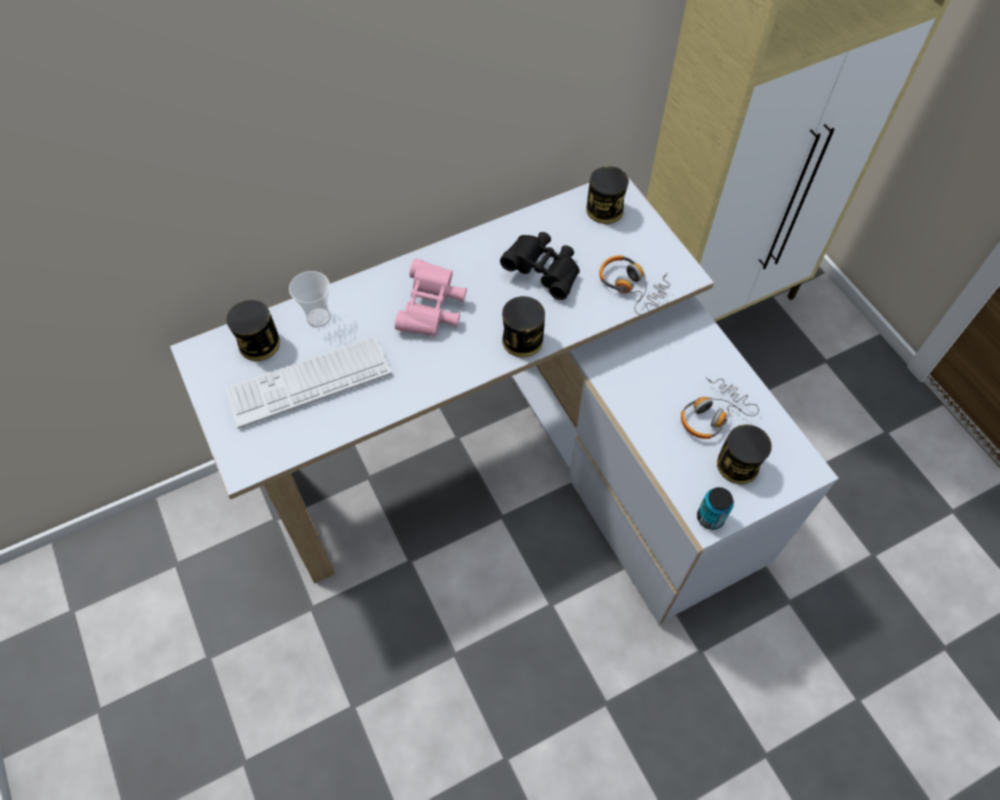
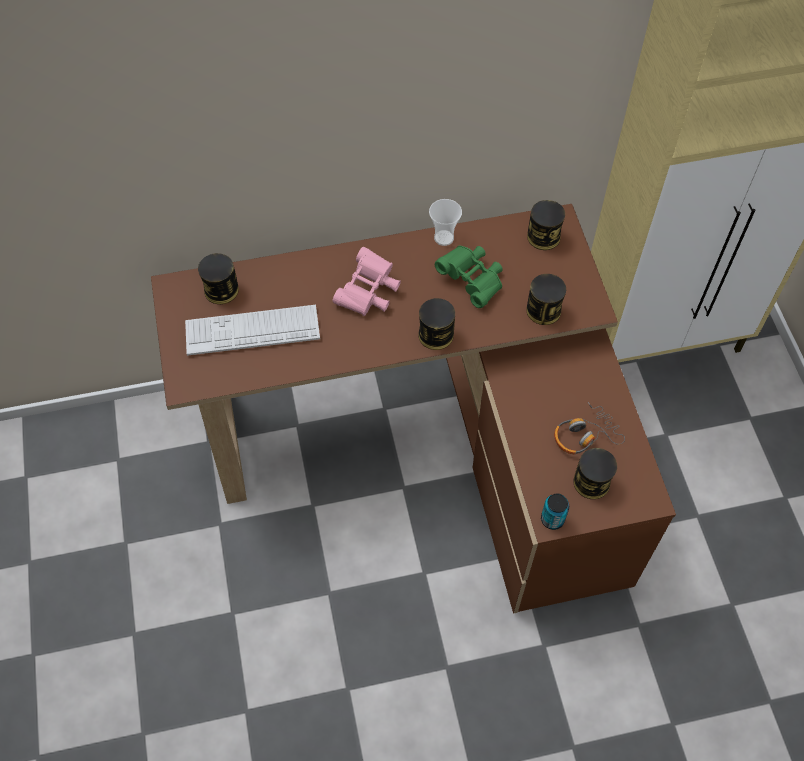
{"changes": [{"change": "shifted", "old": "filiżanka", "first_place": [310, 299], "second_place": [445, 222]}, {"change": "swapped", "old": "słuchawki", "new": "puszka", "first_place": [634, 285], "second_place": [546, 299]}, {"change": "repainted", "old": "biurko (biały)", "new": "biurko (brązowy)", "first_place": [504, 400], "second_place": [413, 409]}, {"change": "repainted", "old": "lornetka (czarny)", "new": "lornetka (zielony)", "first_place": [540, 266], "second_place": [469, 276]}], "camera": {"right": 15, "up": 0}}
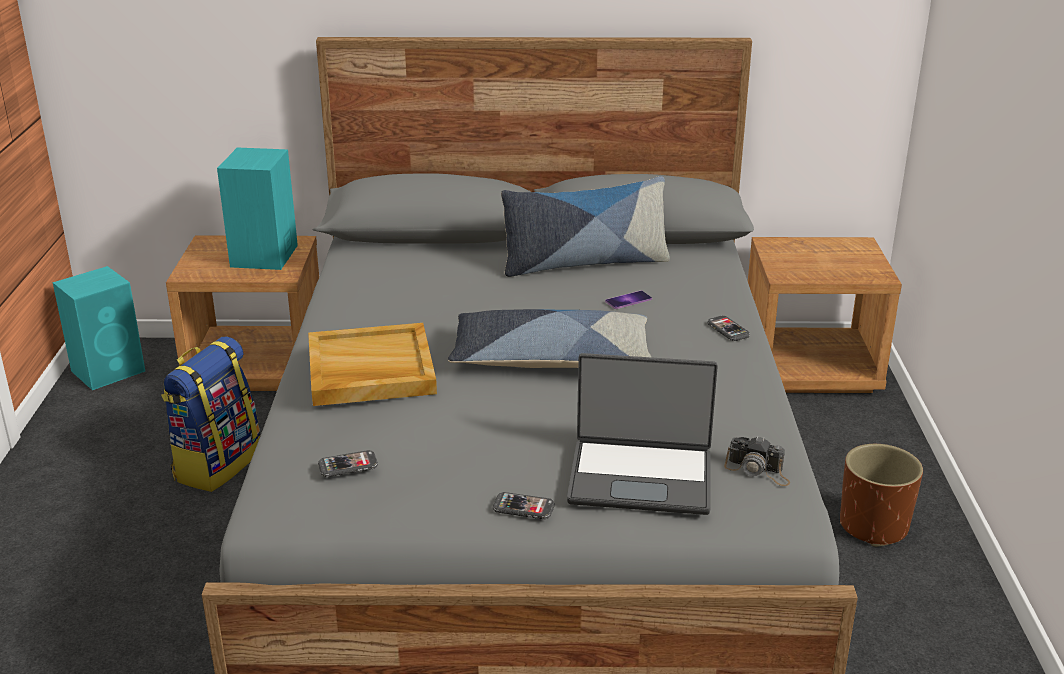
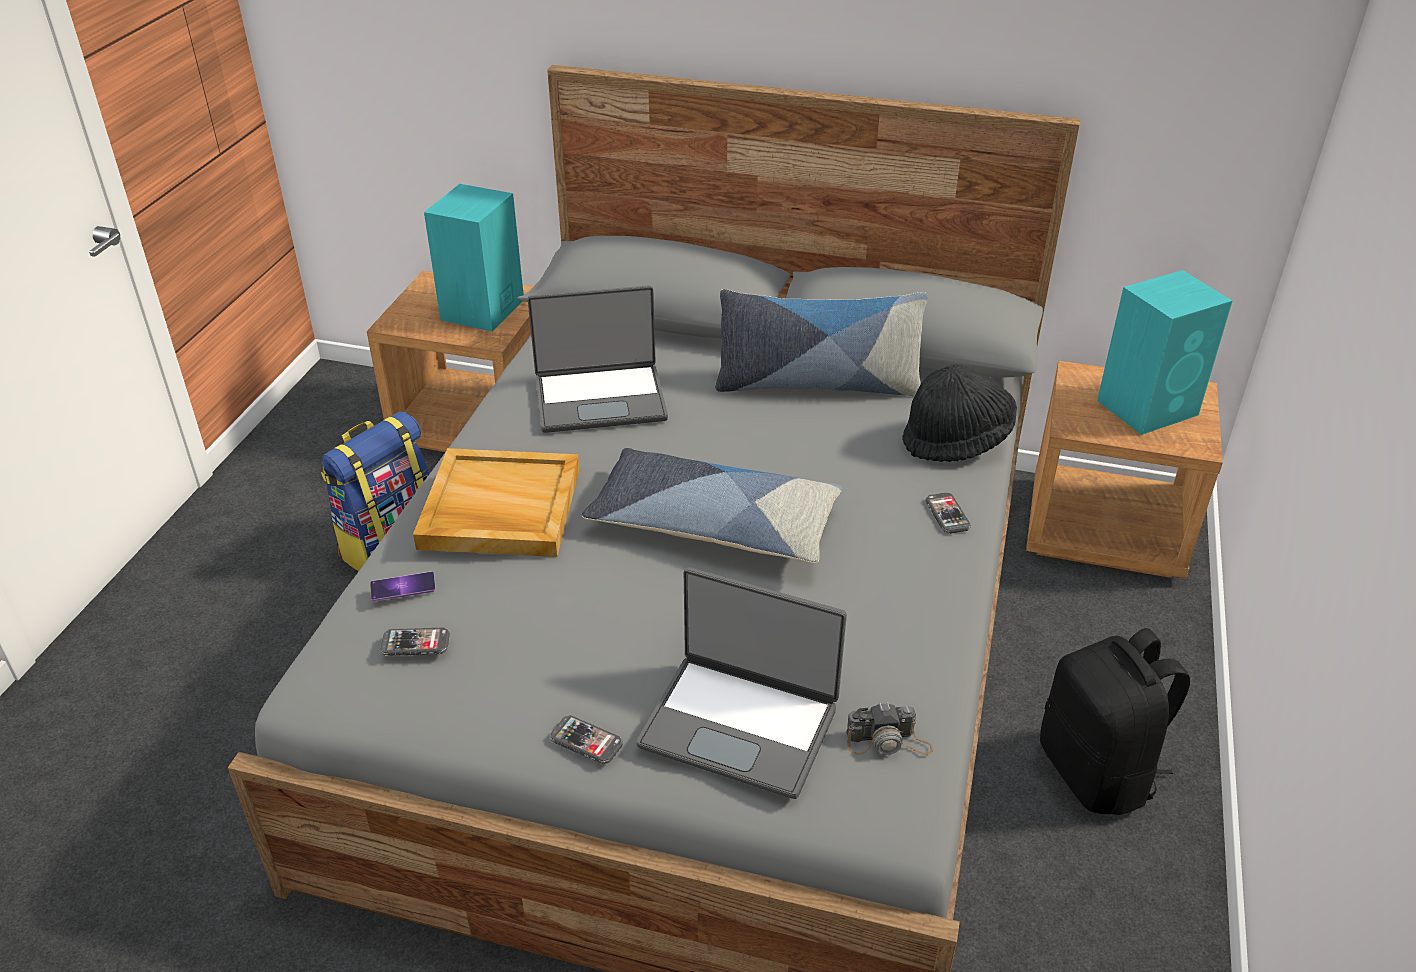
{"changes": [{"change": "new", "new": "laptop", "second_place": [598, 359]}, {"change": "new", "new": "kapelusz (czarny)", "second_place": [959, 413]}, {"change": "shifted", "old": "głośnik (turkusowy)", "first_place": [99, 328], "second_place": [1164, 352]}, {"change": "shifted", "old": "telefon", "first_place": [628, 300], "second_place": [403, 586]}, {"change": "swapped", "old": "donica (brązowy)", "new": "plecak (czarny)", "first_place": [881, 495], "second_place": [1115, 721]}, {"change": "rotated", "old": "aparat fotograficzny", "first_place": [757, 461], "second_place": [890, 728], "degrees": -45}], "camera": {"right": 15, "up": 10}}
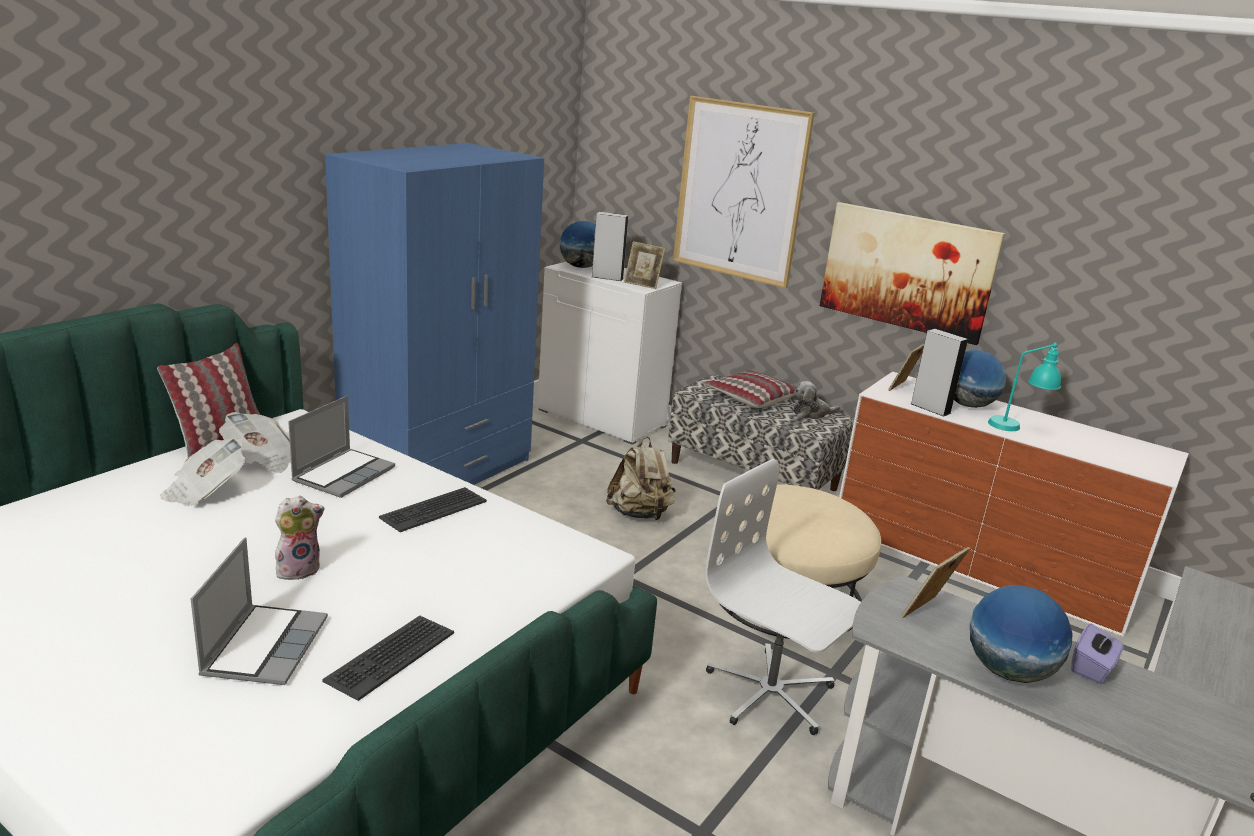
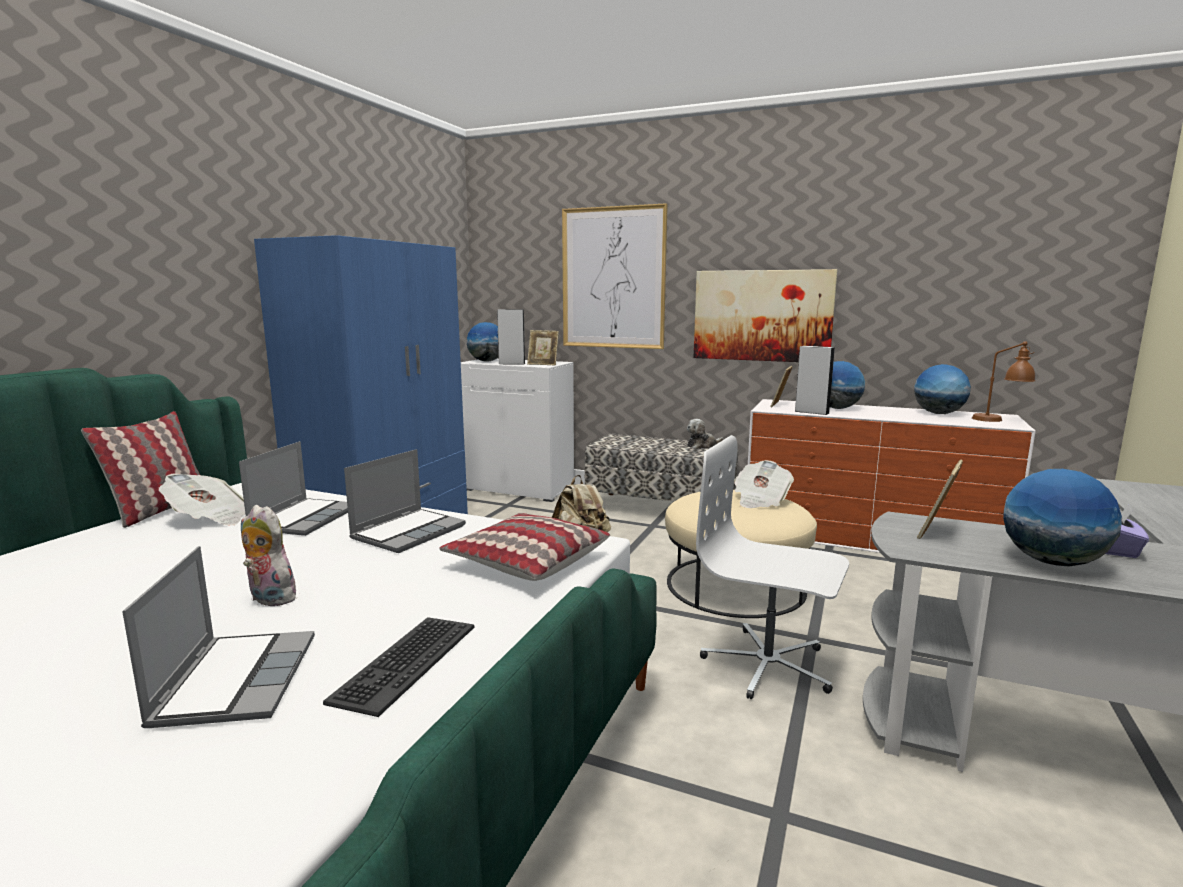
{"changes": [{"change": "gone", "old": "lampa stołowa (turkusowy)", "first_place": [1024, 386]}, {"change": "new", "new": "globus", "second_place": [942, 389]}, {"change": "new", "new": "lampa stołowa (brązowy)", "second_place": [1004, 381]}, {"change": "shifted", "old": "gazeta", "first_place": [202, 472], "second_place": [764, 484]}, {"change": "shifted", "old": "poduszka", "first_place": [750, 389], "second_place": [524, 547]}, {"change": "swapped", "old": "klawiatura", "new": "laptop", "first_place": [433, 509], "second_place": [405, 501]}, {"change": "rotated", "old": "pluszak", "first_place": [299, 538], "second_place": [268, 555], "degrees": -105}], "camera": {"right": -10, "up": -10}}
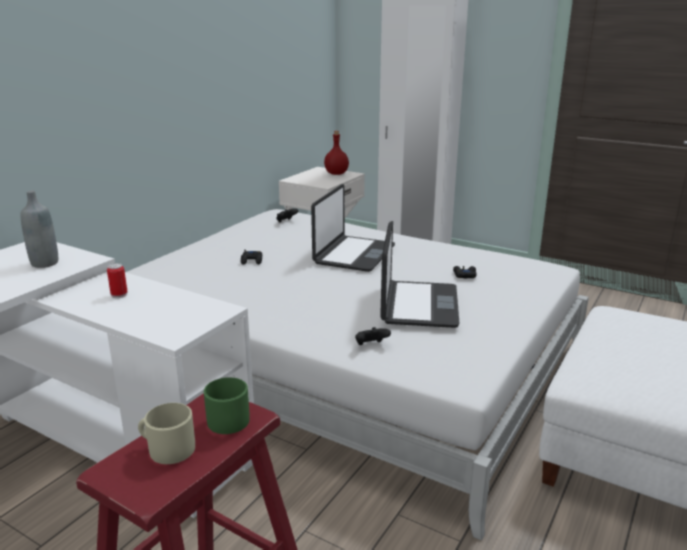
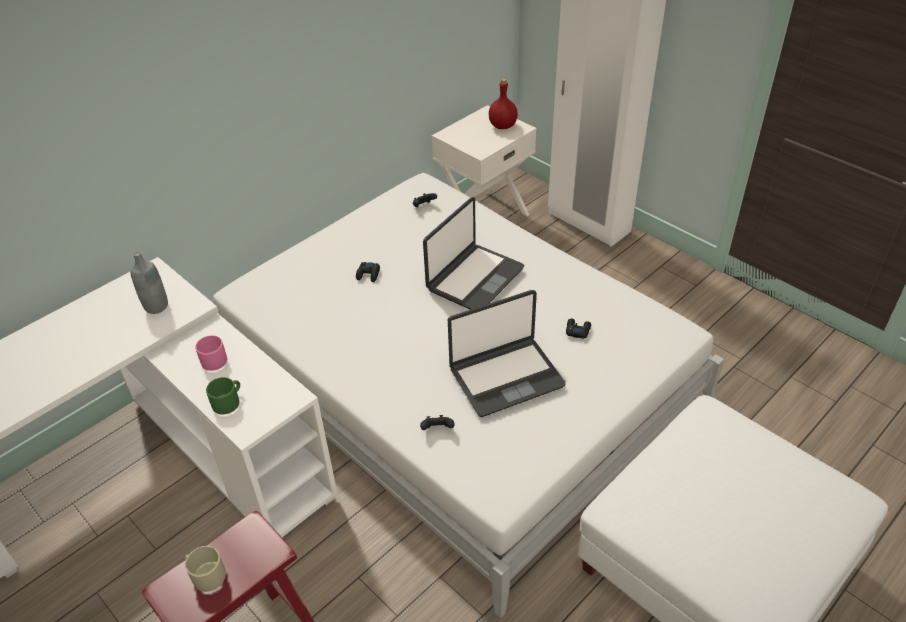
{"changes": [{"change": "shifted", "old": "kubek (zielony)", "first_place": [227, 405], "second_place": [223, 395]}, {"change": "swapped", "old": "puszka", "new": "kubek (różowy)", "first_place": [117, 280], "second_place": [211, 353]}, {"change": "rotated", "old": "laptop", "first_place": [420, 274], "second_place": [507, 353], "degrees": 45}], "camera": {"right": 15, "up": 20}}
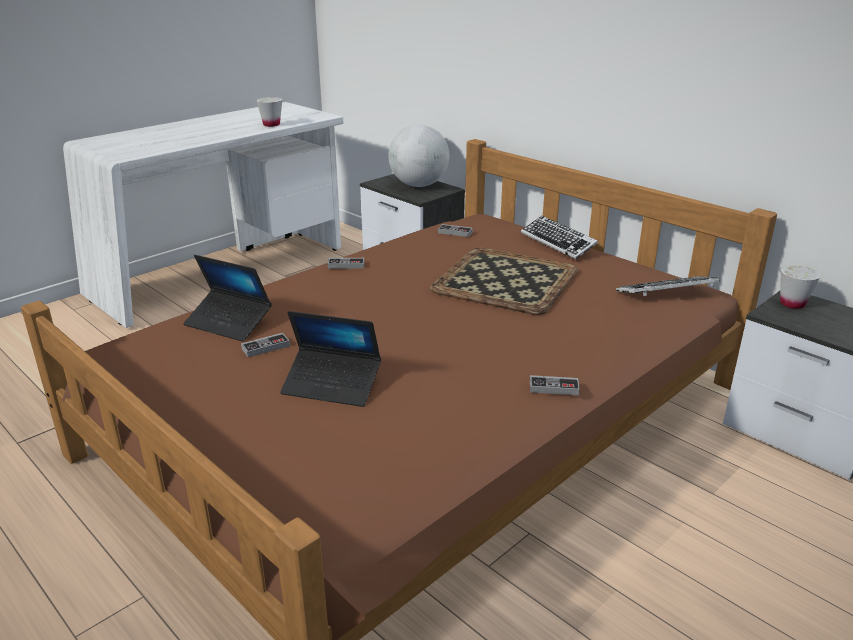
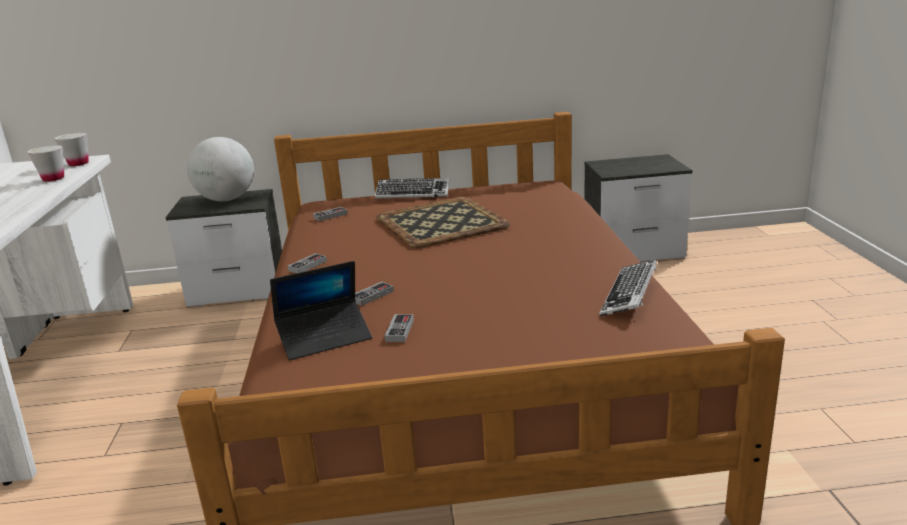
{"changes": [{"change": "gone", "old": "laptop", "first_place": [330, 359]}, {"change": "shifted", "old": "pad do gier", "first_place": [555, 385], "second_place": [374, 294]}, {"change": "shifted", "old": "klawiatura", "first_place": [668, 286], "second_place": [628, 288]}, {"change": "shifted", "old": "filiżanka (biały)", "first_place": [800, 287], "second_place": [72, 149]}], "camera": {"right": -50, "up": -5}}
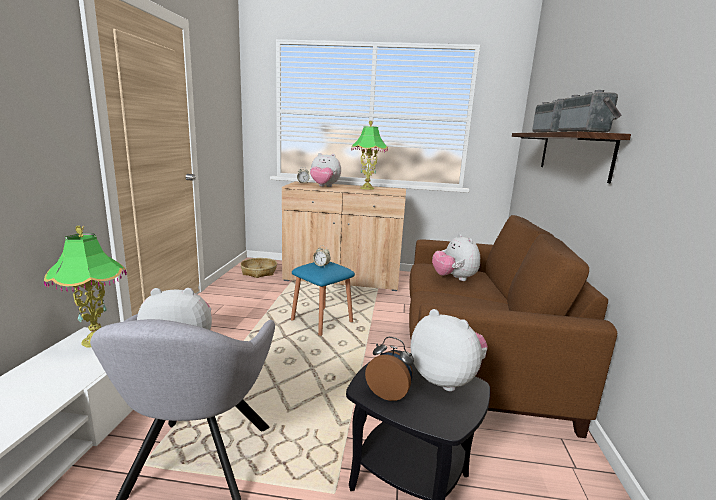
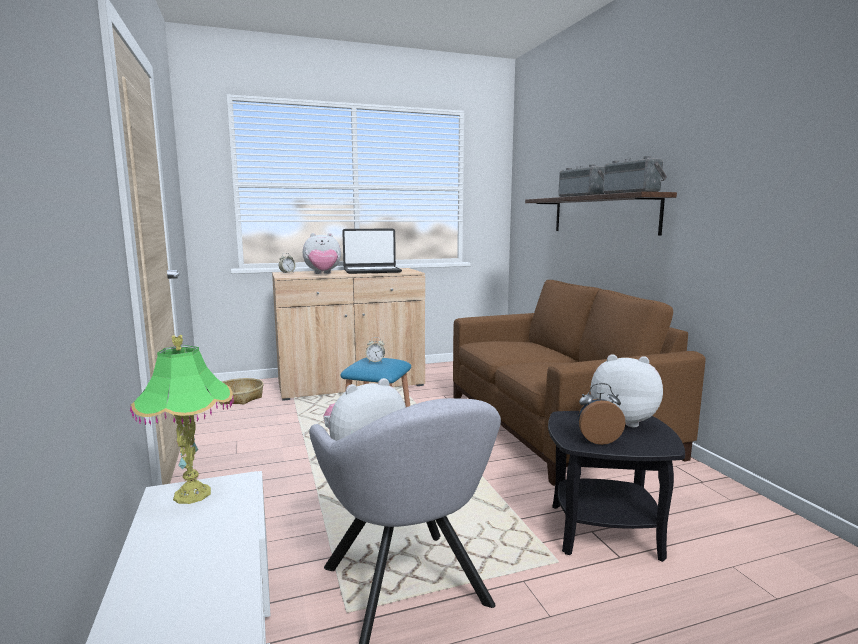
{"changes": [{"change": "gone", "old": "pluszak", "first_place": [456, 257]}, {"change": "swapped", "old": "lampa stołowa", "new": "laptop", "first_place": [369, 155], "second_place": [372, 251]}], "camera": {"right": -25, "up": -5}}
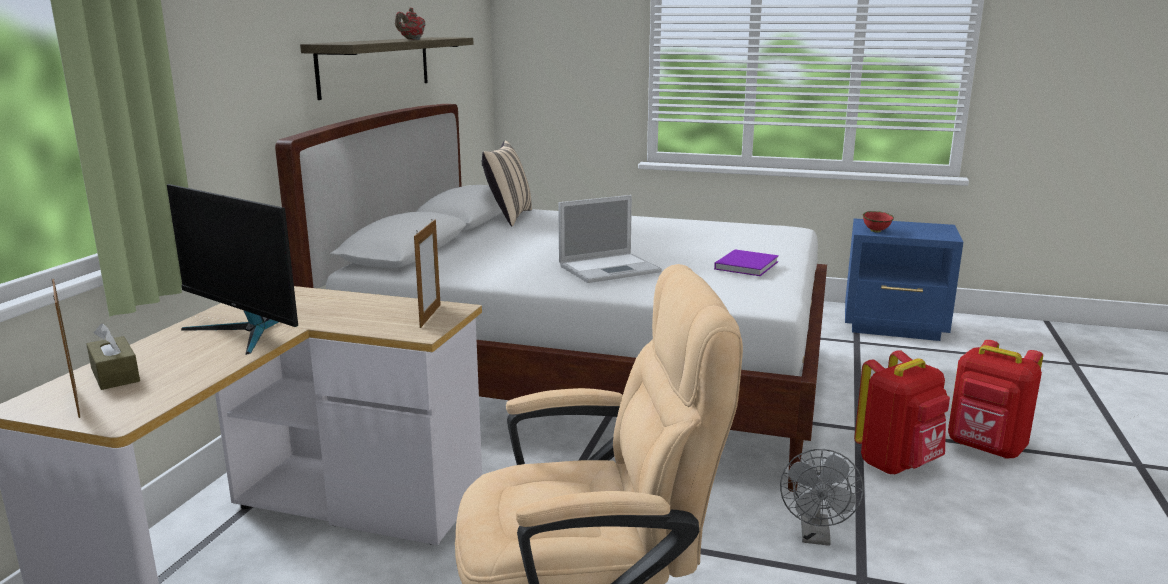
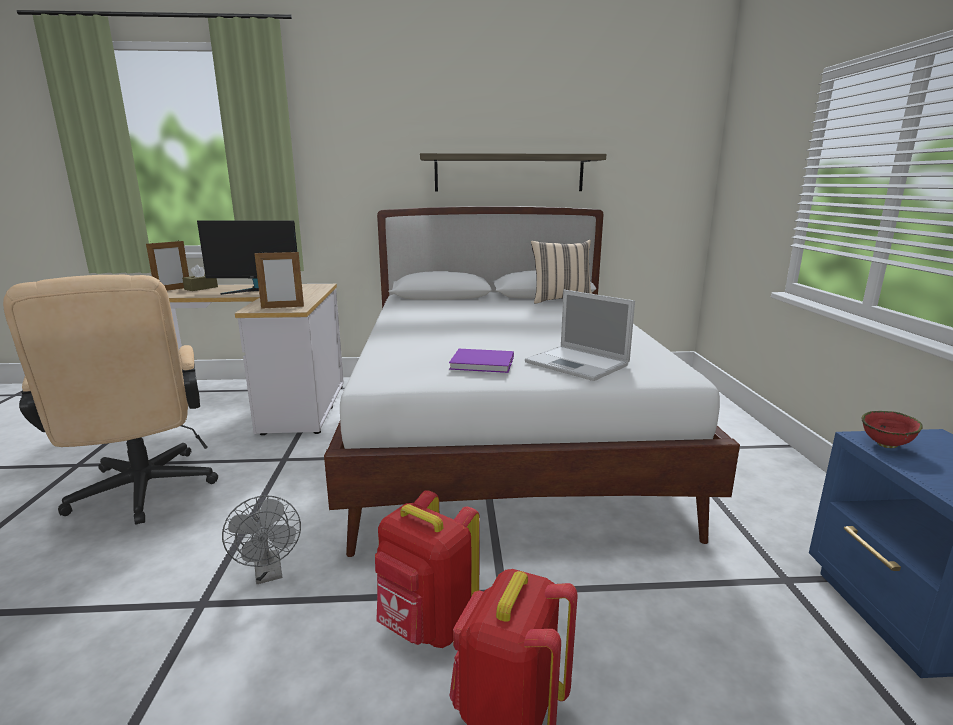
{"changes": [{"change": "gone", "old": "imbryk (czerwony)", "first_place": [410, 24]}, {"change": "shifted", "old": "laptop", "first_place": [610, 239], "second_place": [580, 335]}, {"change": "rotated", "old": "monitor", "first_place": [232, 269], "second_place": [247, 258], "degrees": -105}, {"change": "rotated", "old": "wentylator (szary)", "first_place": [822, 497], "second_place": [261, 539], "degrees": -105}], "camera": {"right": 70, "up": 0}}
